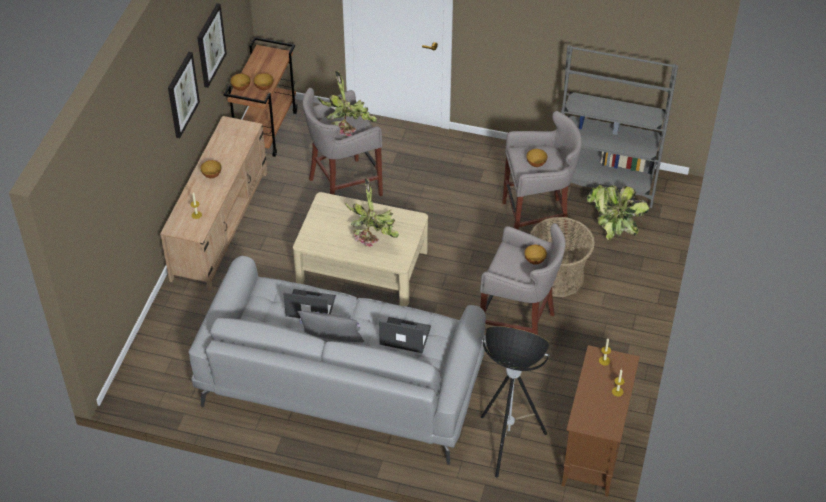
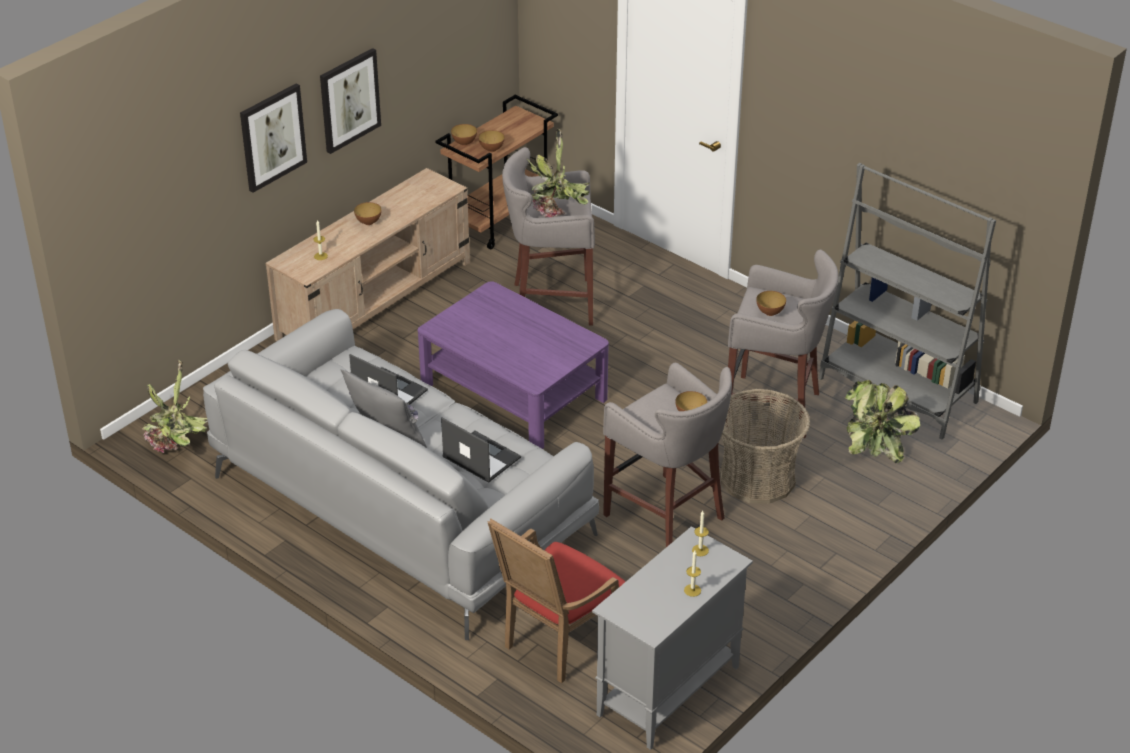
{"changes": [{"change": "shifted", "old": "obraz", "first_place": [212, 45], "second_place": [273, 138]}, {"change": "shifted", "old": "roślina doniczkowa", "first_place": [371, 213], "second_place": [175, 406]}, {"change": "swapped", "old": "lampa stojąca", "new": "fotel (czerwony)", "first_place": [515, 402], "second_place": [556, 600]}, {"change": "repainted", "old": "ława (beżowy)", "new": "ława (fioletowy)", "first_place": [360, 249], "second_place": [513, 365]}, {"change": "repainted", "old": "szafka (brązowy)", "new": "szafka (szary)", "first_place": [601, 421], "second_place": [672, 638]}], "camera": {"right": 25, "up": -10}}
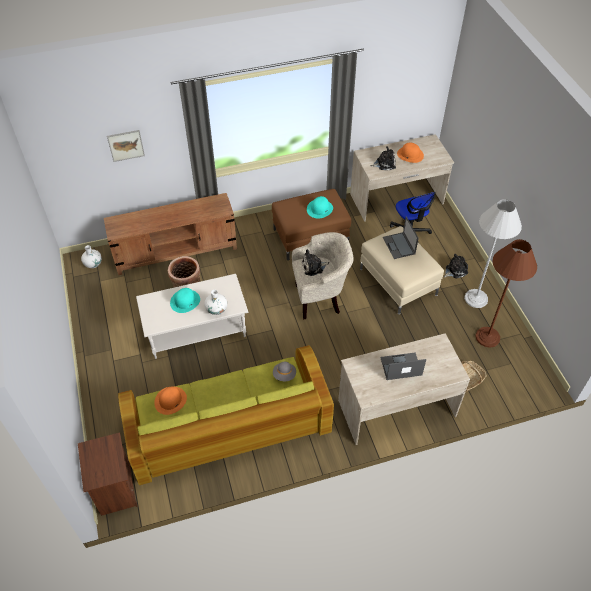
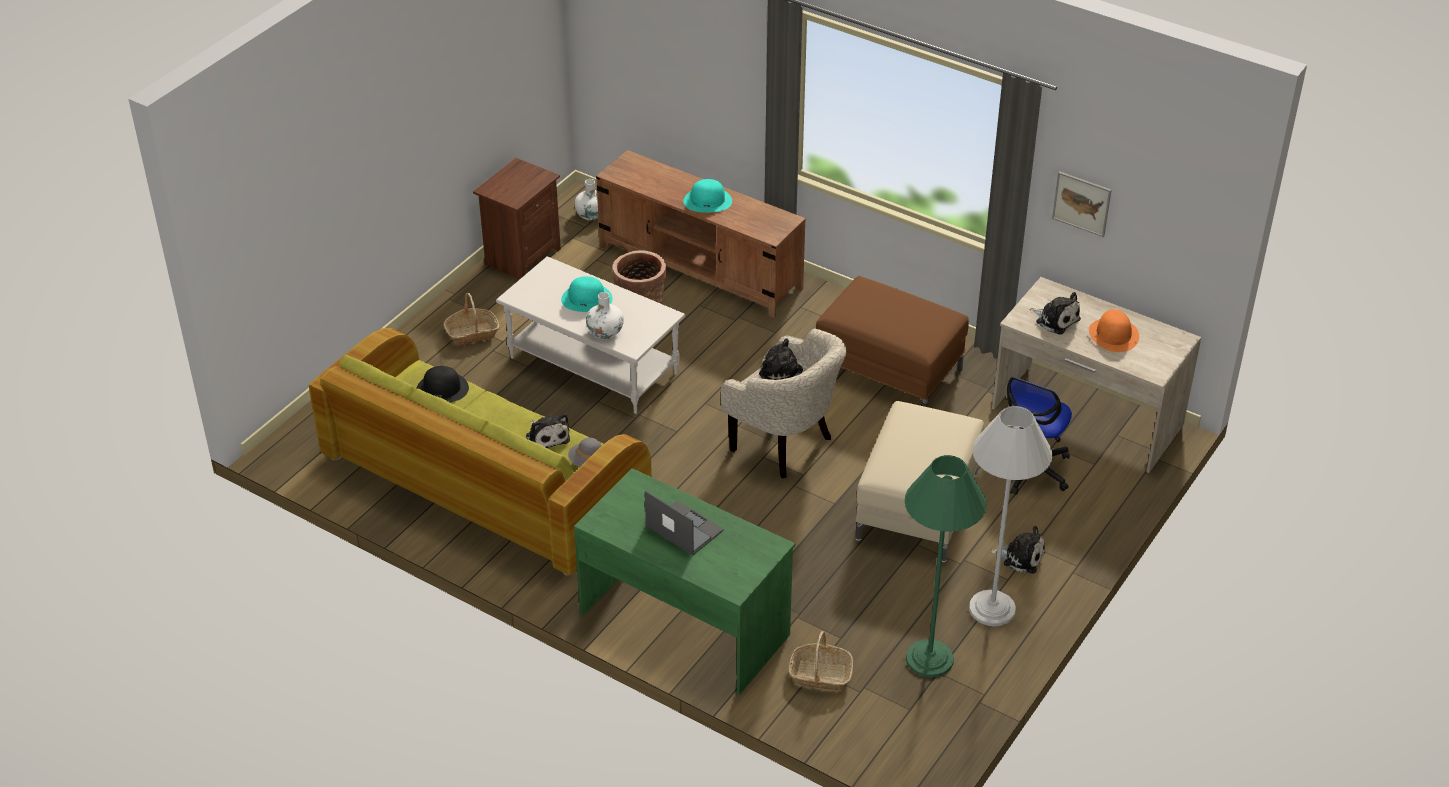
{"changes": [{"change": "gone", "old": "laptop", "first_place": [401, 237]}, {"change": "new", "new": "koszyk", "second_place": [472, 319]}, {"change": "new", "new": "pluszak", "second_place": [548, 431]}, {"change": "shifted", "old": "szafka nocna (brązowy)", "first_place": [108, 474], "second_place": [517, 218]}, {"change": "shifted", "old": "obraz", "first_place": [126, 146], "second_place": [1081, 204]}, {"change": "shifted", "old": "kapelusz (turkusowy)", "first_place": [320, 207], "second_place": [707, 195]}, {"change": "repainted", "old": "kapelusz (pomarańczowy)", "new": "kapelusz (czarny)", "first_place": [170, 401], "second_place": [442, 384]}, {"change": "repainted", "old": "biurko (beżowy)", "new": "biurko (zielony)", "first_place": [404, 389], "second_place": [684, 581]}, {"change": "repainted", "old": "lampa stojąca (brązowy)", "new": "lampa stojąca (zielony)", "first_place": [506, 293], "second_place": [946, 566]}], "camera": {"right": 50, "up": -10}}
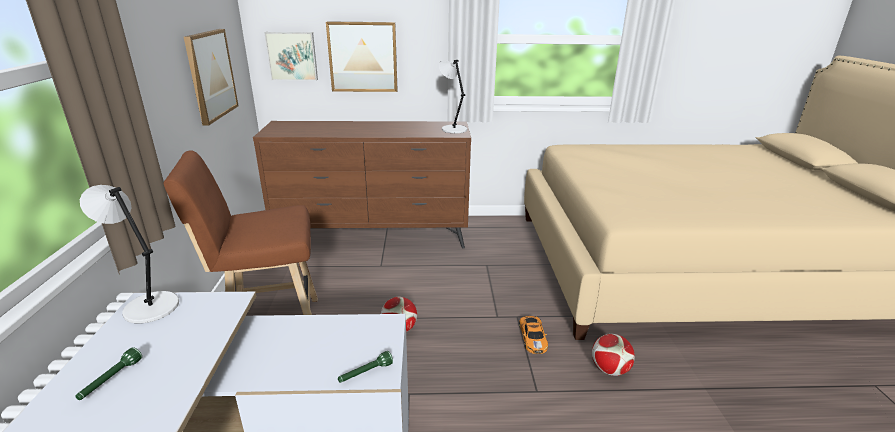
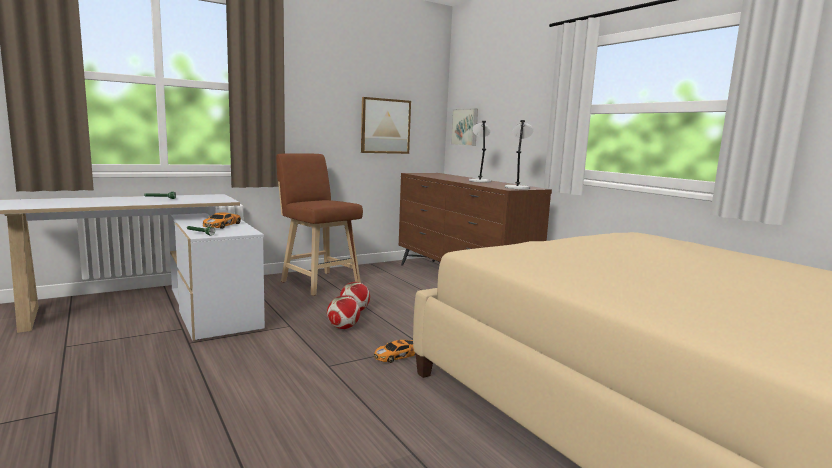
{"changes": [{"change": "gone", "old": "obraz", "first_place": [362, 56]}, {"change": "new", "new": "samochodzik", "second_place": [222, 220]}, {"change": "shifted", "old": "lampa stołowa (szary)", "first_place": [129, 254], "second_place": [480, 152]}, {"change": "shifted", "old": "piłka futbolowa", "first_place": [613, 355], "second_place": [343, 312]}], "camera": {"right": 60, "up": -15}}
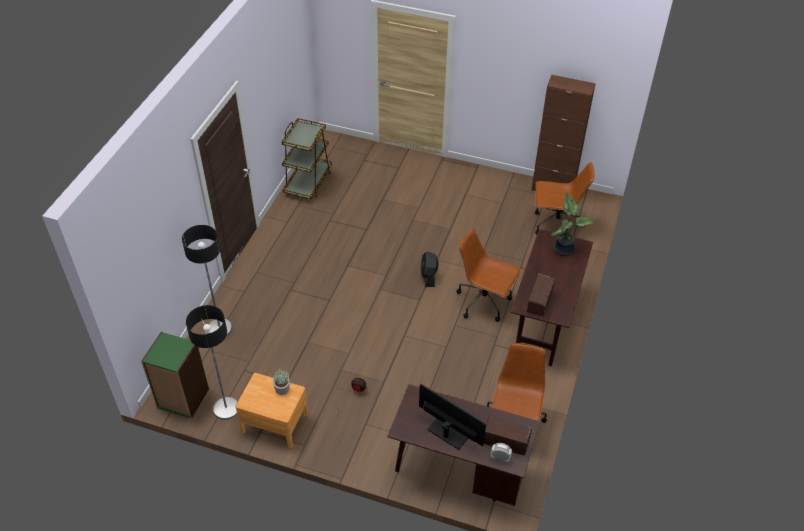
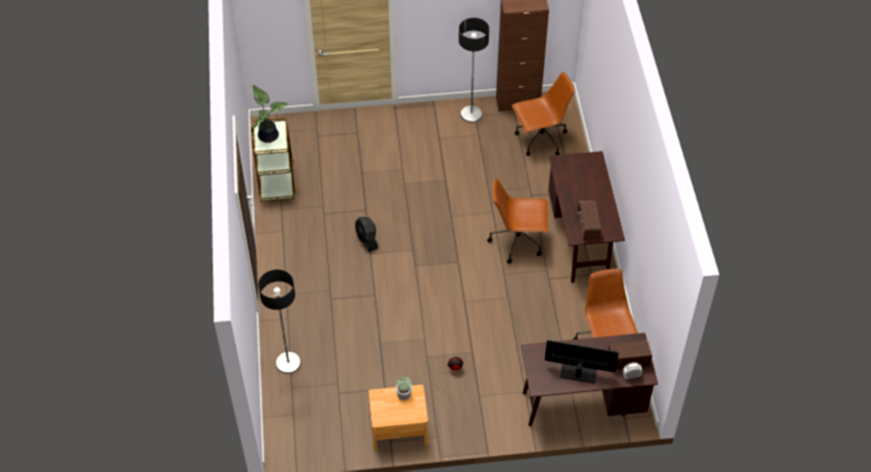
{"changes": [{"change": "gone", "old": "regał (zielony)", "first_place": [175, 375]}, {"change": "shifted", "old": "lampa stojąca", "first_place": [212, 362], "second_place": [474, 70]}, {"change": "shifted", "old": "wentylator (czarny)", "first_place": [430, 269], "second_place": [366, 234]}, {"change": "shifted", "old": "roślina doniczkowa", "first_place": [572, 224], "second_place": [270, 114]}], "camera": {"right": -25, "up": 5}}
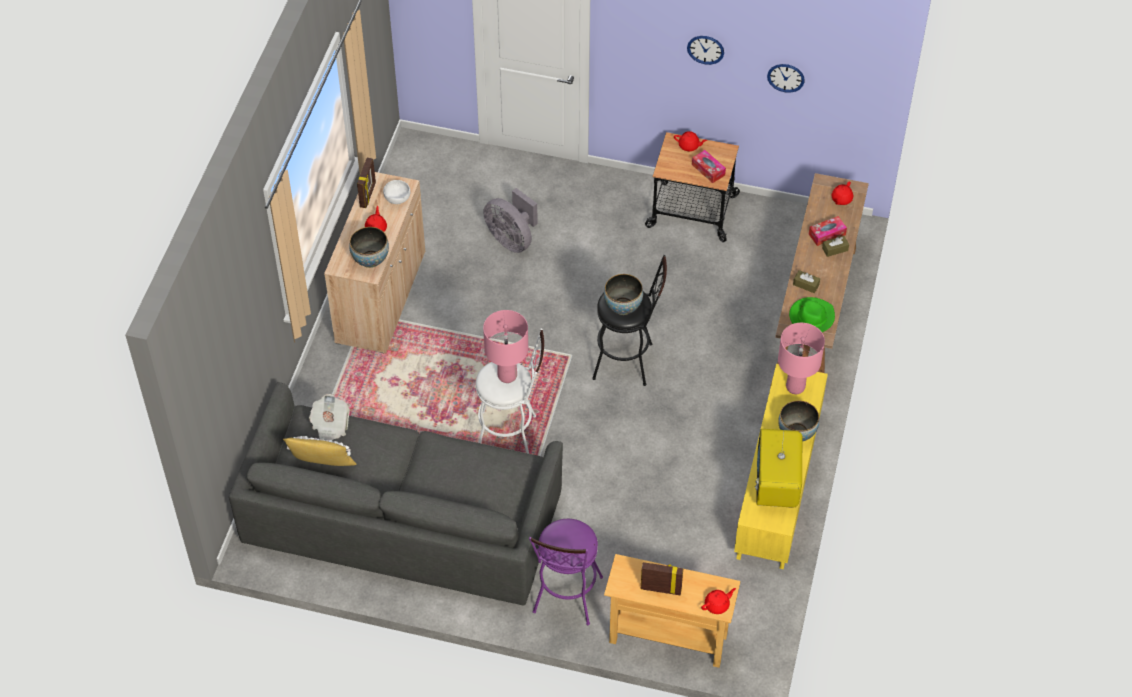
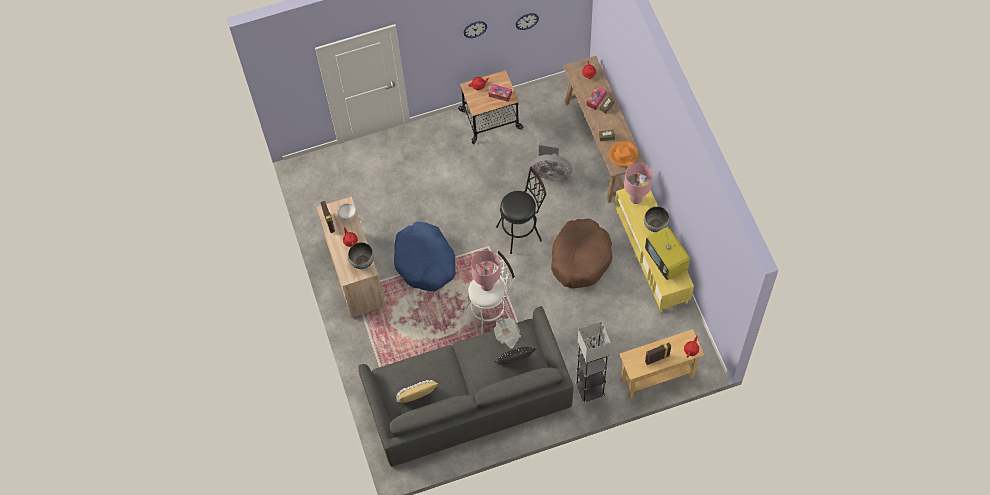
{"changes": [{"change": "gone", "old": "miska", "first_place": [623, 294]}, {"change": "new", "new": "legowisko (niebieski)", "second_place": [425, 256]}, {"change": "new", "new": "poduszka (czarny)", "second_place": [515, 355]}, {"change": "new", "new": "legowisko (brązowy)", "second_place": [582, 253]}, {"change": "shifted", "old": "gazeta", "first_place": [329, 417], "second_place": [507, 333]}, {"change": "shifted", "old": "wentylator (szary)", "first_place": [510, 220], "second_place": [552, 161]}, {"change": "swapped", "old": "stołek (fioletowy)", "new": "lampa stojąca (szary)", "first_place": [566, 572], "second_place": [593, 362]}, {"change": "repainted", "old": "kapelusz (zielony)", "new": "kapelusz (pomarańczowy)", "first_place": [812, 314], "second_place": [623, 154]}], "camera": {"right": -30, "up": 10}}
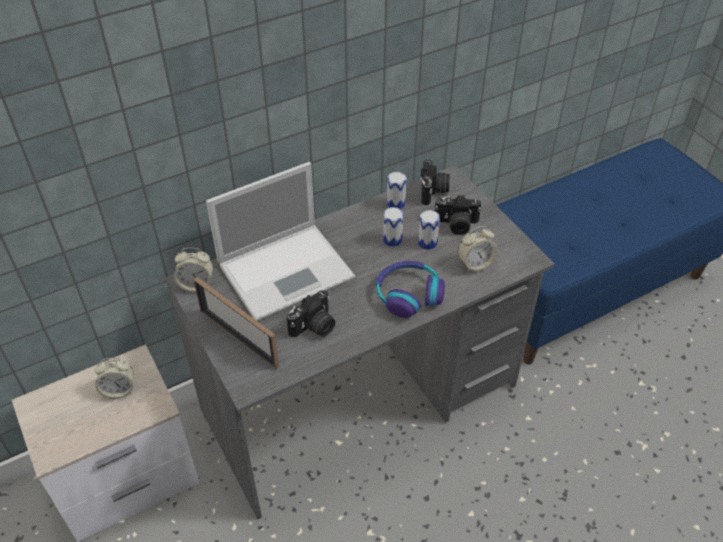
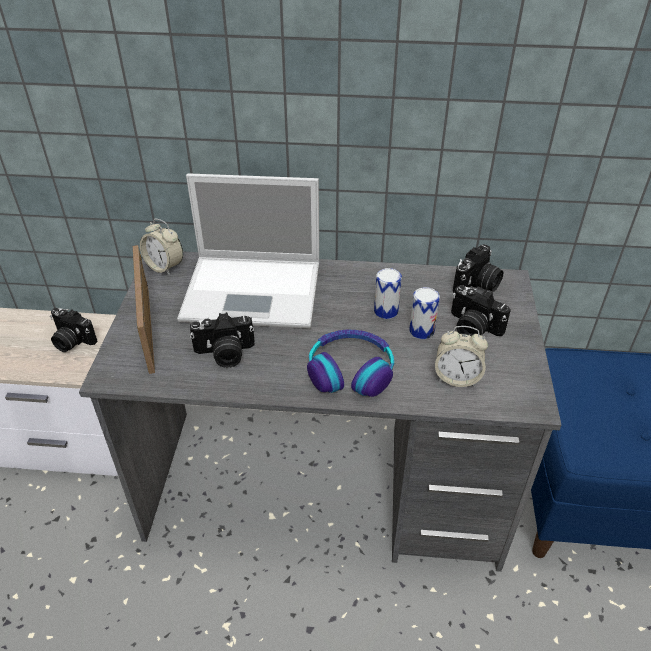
{"changes": [{"change": "gone", "old": "puszka", "first_place": [397, 190]}, {"change": "swapped", "old": "budzik", "new": "aparat fotograficzny", "first_place": [114, 378], "second_place": [74, 330]}], "camera": {"right": 35, "up": -5}}
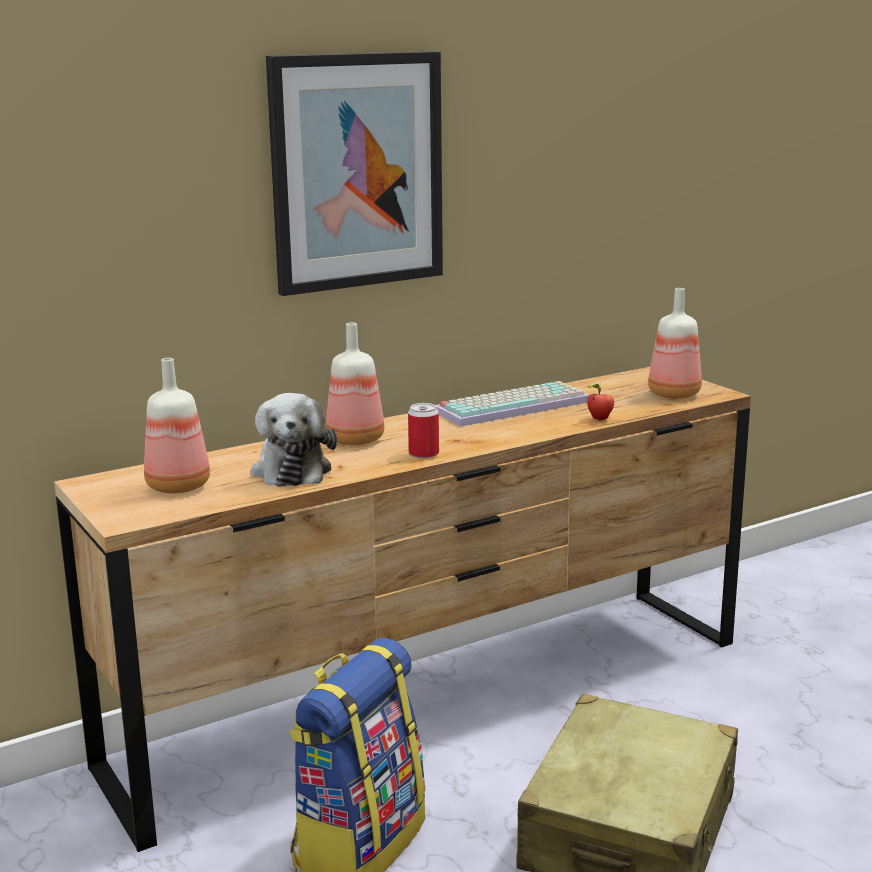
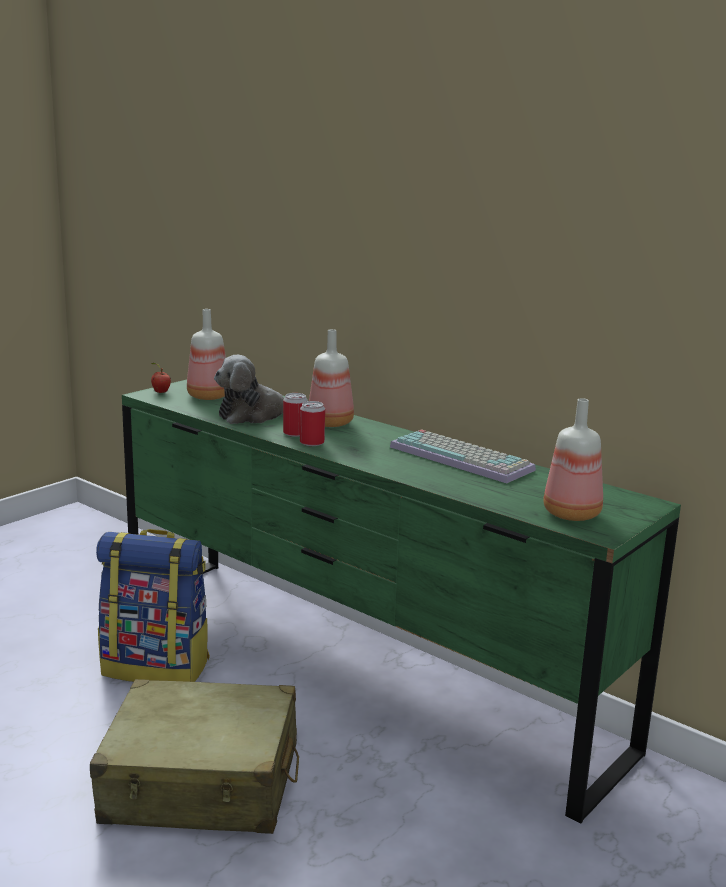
{"changes": [{"change": "gone", "old": "obraz", "first_place": [354, 173]}, {"change": "new", "new": "puszka", "second_place": [295, 415]}, {"change": "shifted", "old": "jabłko", "first_place": [600, 402], "second_place": [161, 378]}, {"change": "repainted", "old": "komoda (brązowy)", "new": "komoda (zielony)", "first_place": [402, 609], "second_place": [401, 602]}], "camera": {"right": 70, "up": 0}}
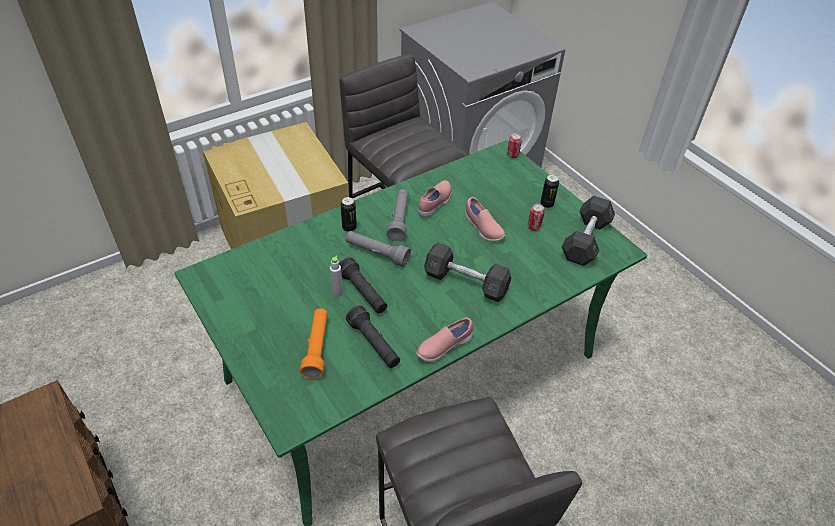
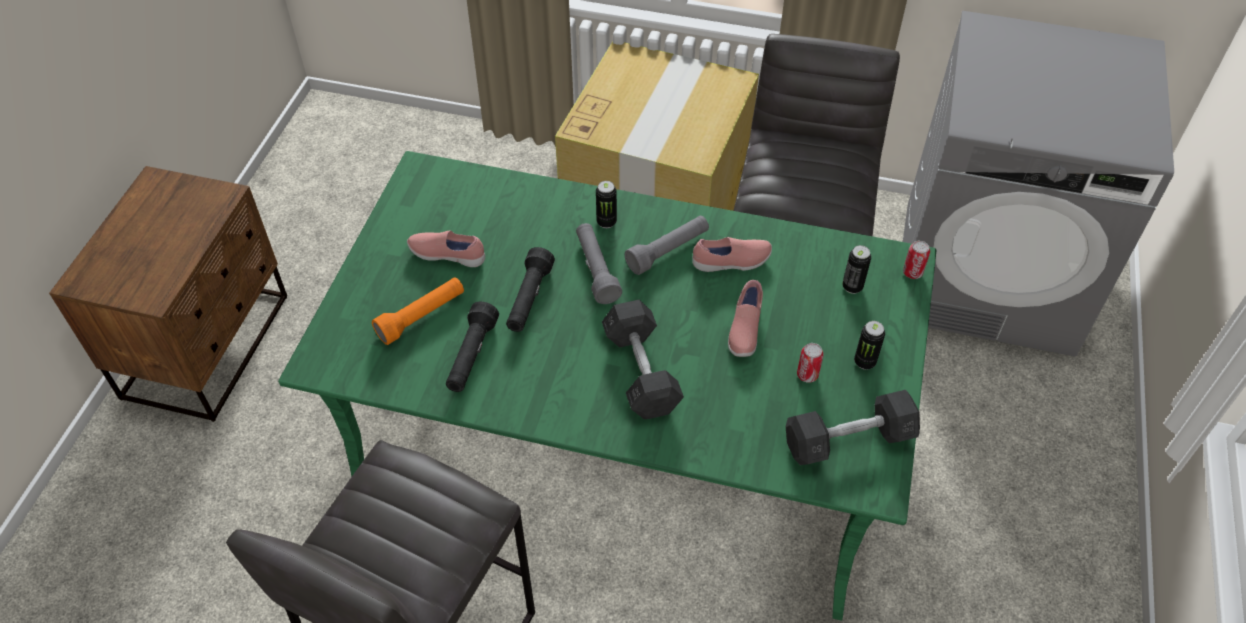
{"changes": [{"change": "gone", "old": "butelka (szary)", "first_place": [336, 276]}, {"change": "new", "new": "puszka", "second_place": [856, 269]}, {"change": "shifted", "old": "but (różowy)", "first_place": [445, 340], "second_place": [446, 249]}], "camera": {"right": 50, "up": 5}}
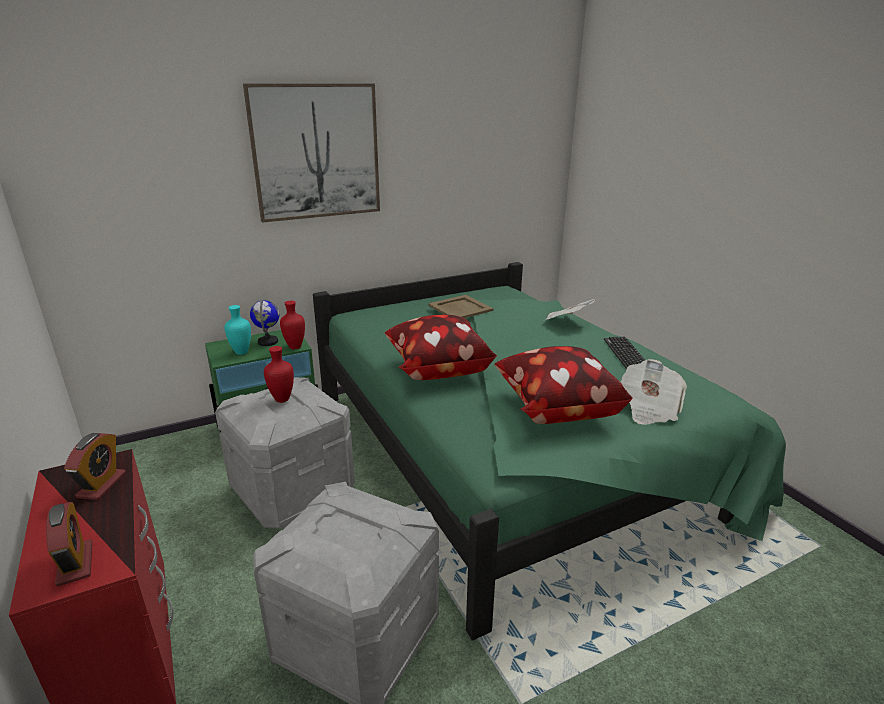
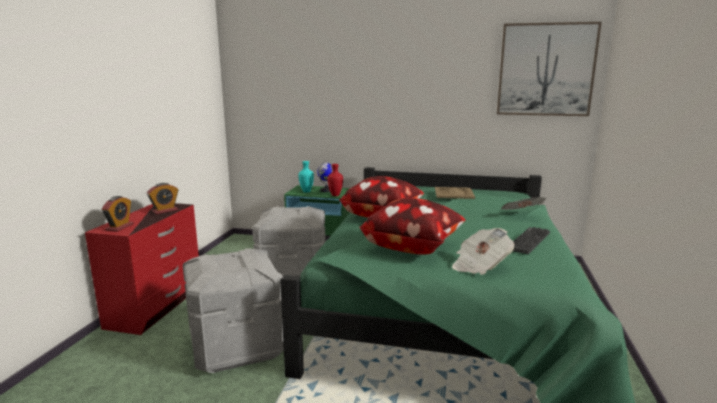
{"changes": [{"change": "gone", "old": "wazon (czerwony)", "first_place": [279, 374]}, {"change": "shifted", "old": "obraz", "first_place": [311, 153], "second_place": [549, 69]}], "camera": {"right": 40, "up": -10}}
